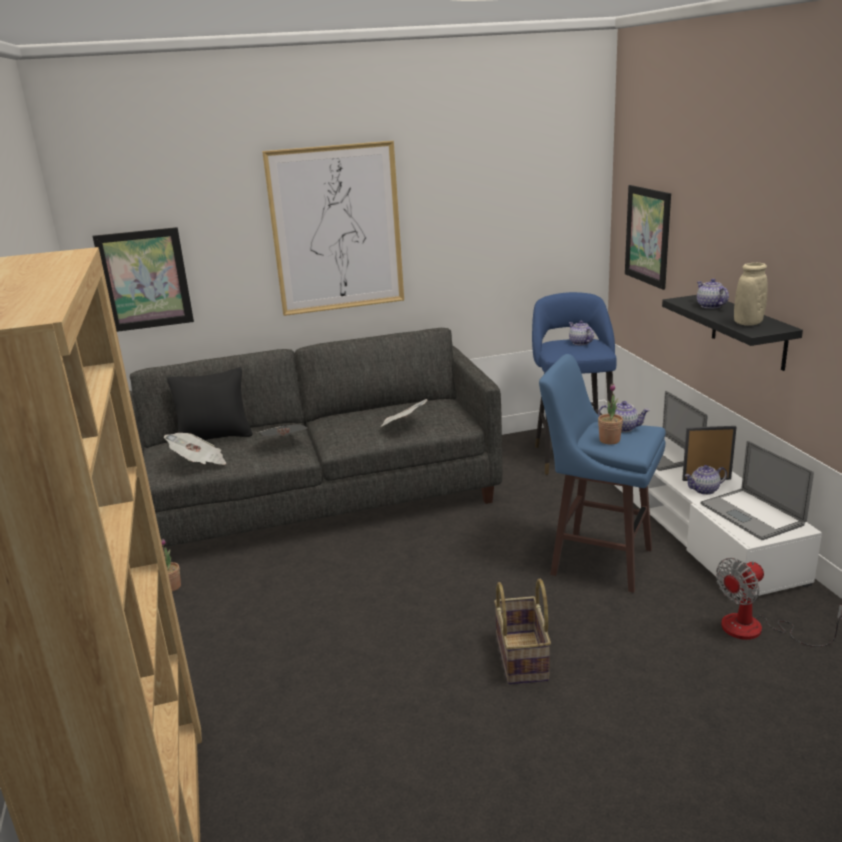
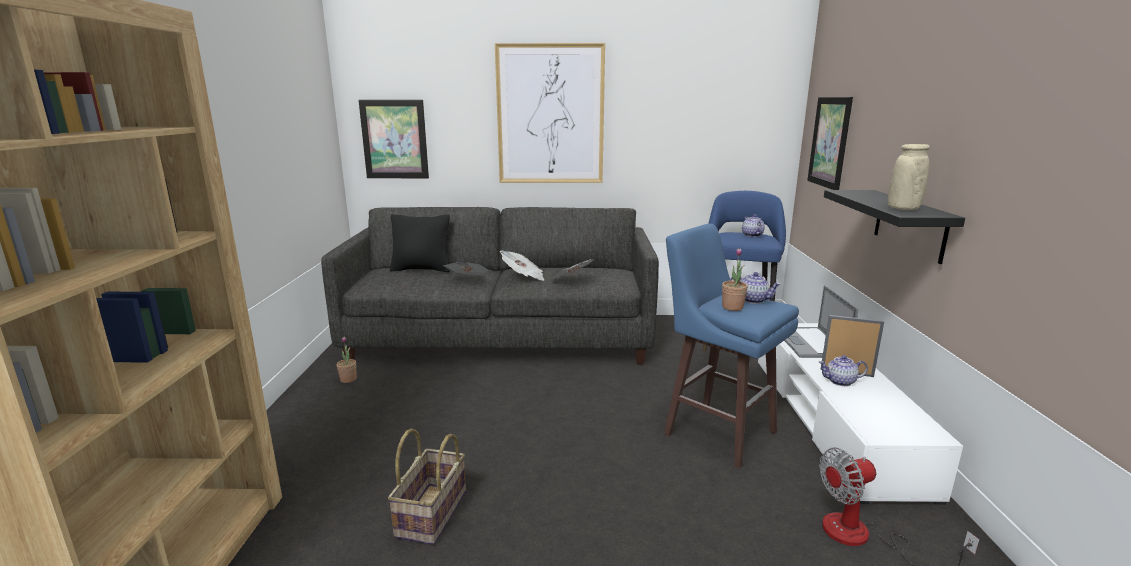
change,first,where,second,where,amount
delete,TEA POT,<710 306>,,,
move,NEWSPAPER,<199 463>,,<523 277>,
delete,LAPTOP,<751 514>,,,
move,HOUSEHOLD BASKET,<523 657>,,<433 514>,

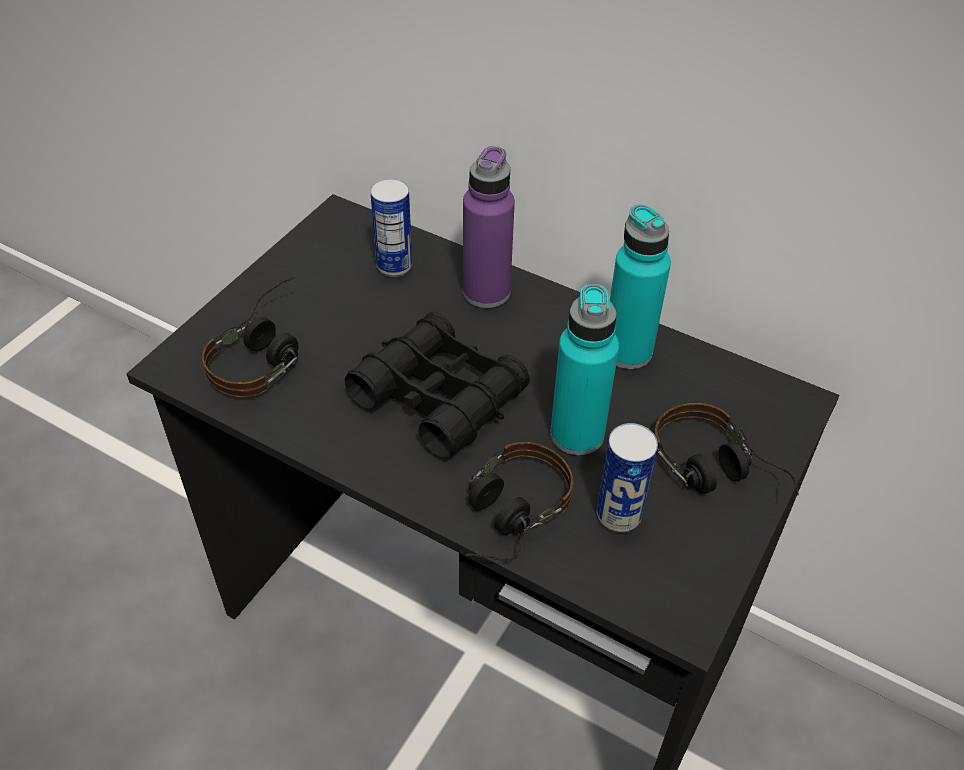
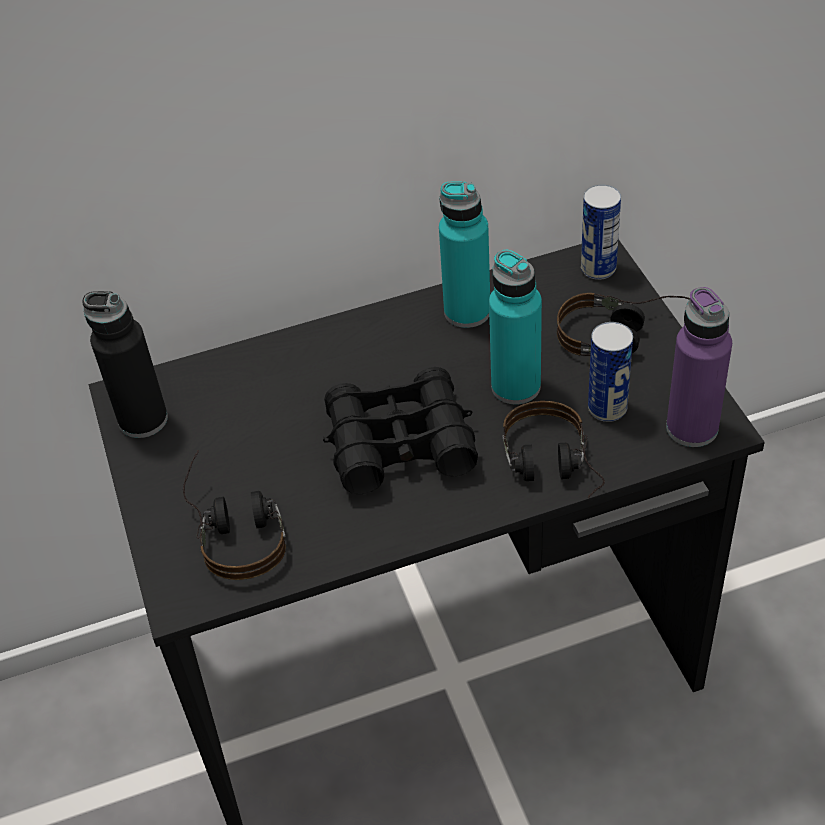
change,first,where,second,where,amount
move,PURPLISH DRINK BOTTLE,<486 292>,,<692 428>,
move,SEALED CAN,<394 266>,,<598 269>,
insert,,,BLACKISH DRINK BOTTLE,<143 420>,

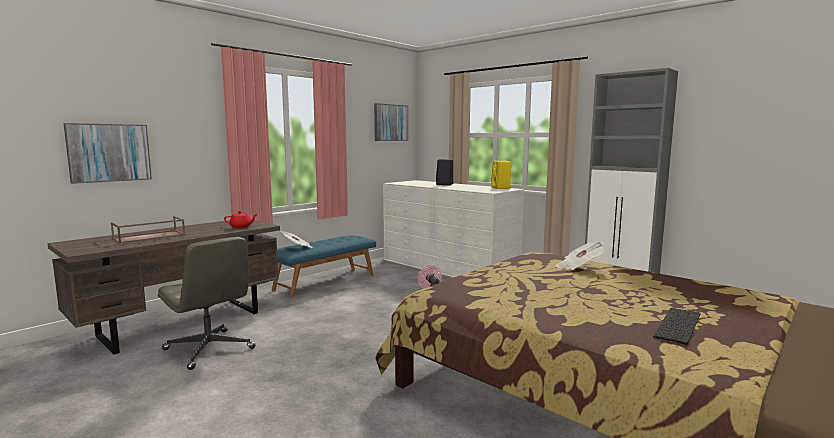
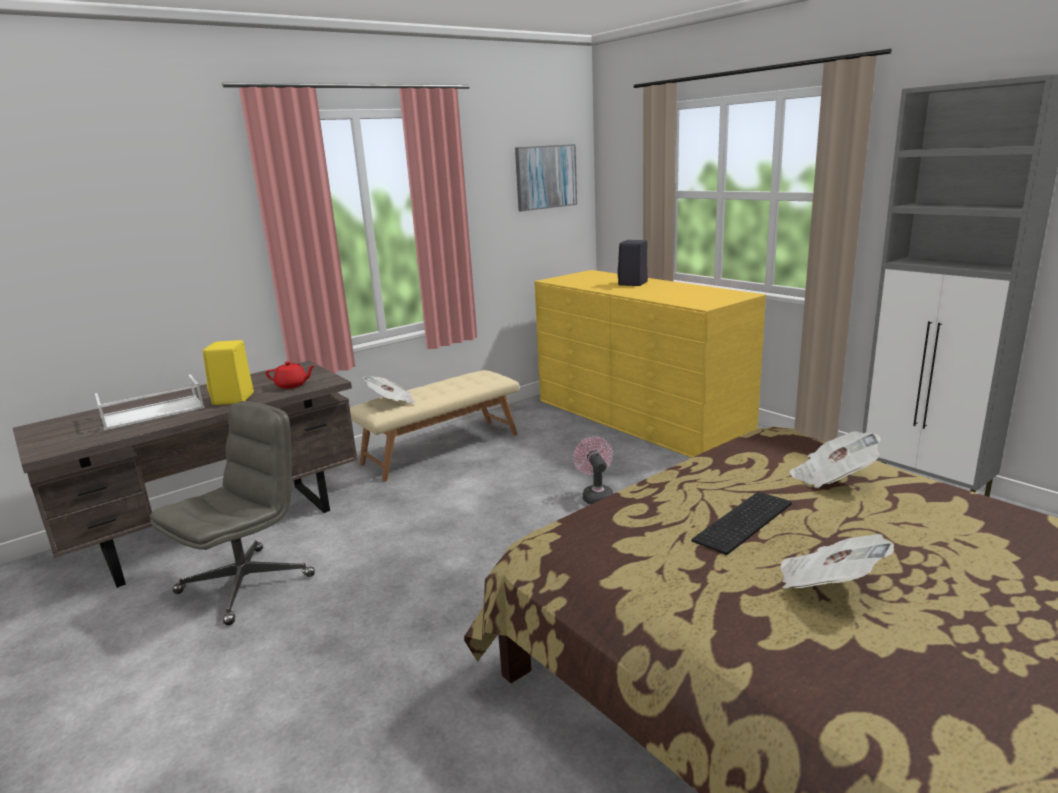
change,first,where,second,where,amount
delete,PICTURE,<109 152>,,,
move,YELLOW-COLOURED AUDIO SPEAKER,<501 188>,,<233 399>,
recolor,WHITE-COLOURED DRAWER CHEST,<448 267>,YELLOW-COLOURED DRAWER CHEST,<639 417>,
recolor,BROWN-COLOURED CARRYING TRAY,<148 237>,WHITE-COLOURED CARRYING TRAY,<152 413>,
recolor,BLUE-COLOURED INDOOR BENCH,<325 282>,BEIGE INDOOR BENCH,<441 448>,
rotate,GREY OFFICE CHAIR,<210 349>,,<247 583>,105 degrees counterclockwise
move,KEYBOARD,<680 326>,,<745 523>,
insert,,,NEWSPAPER,<828 584>,

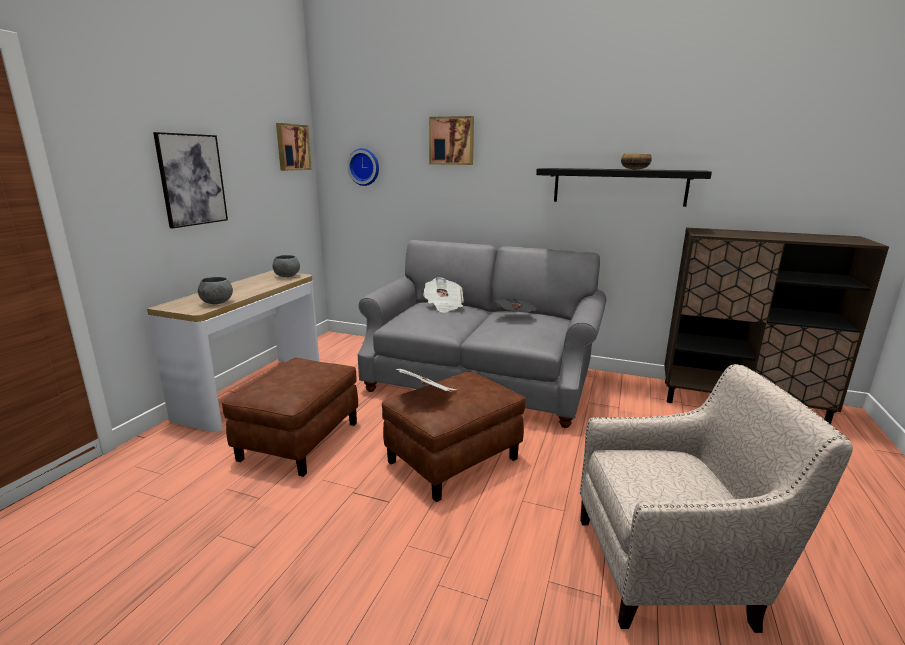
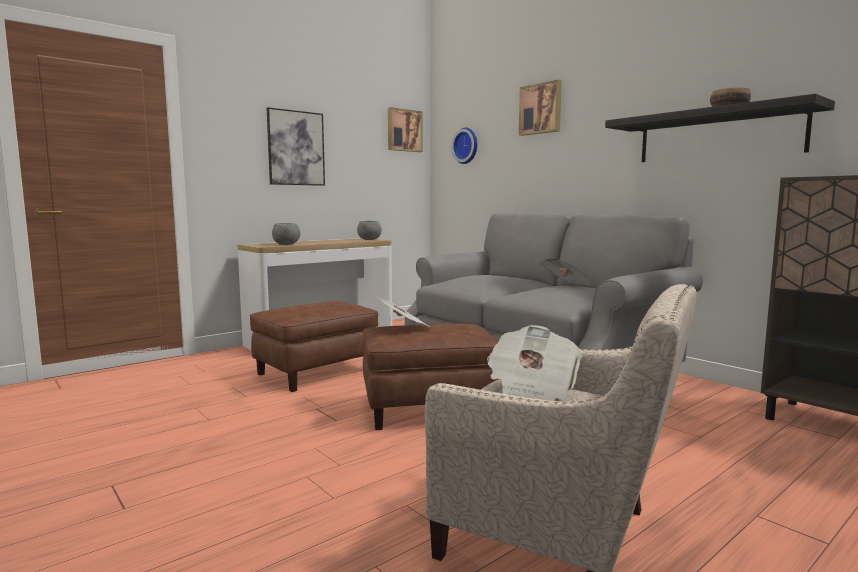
change,first,where,second,where,amount
move,NEWSPAPER,<443 306>,,<531 390>,

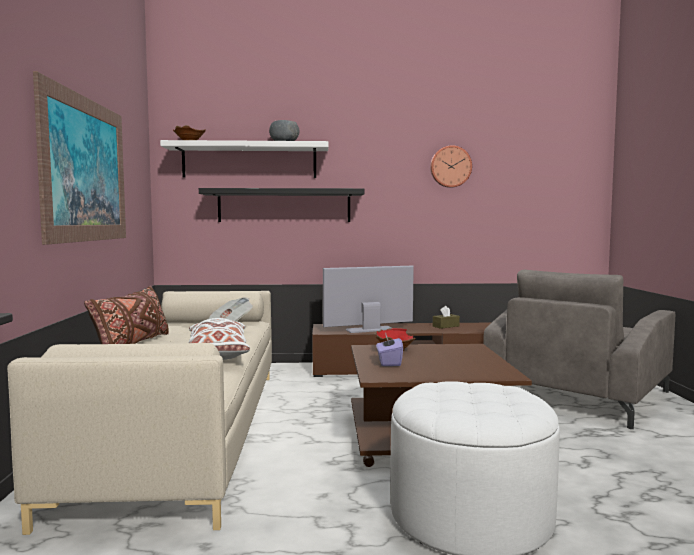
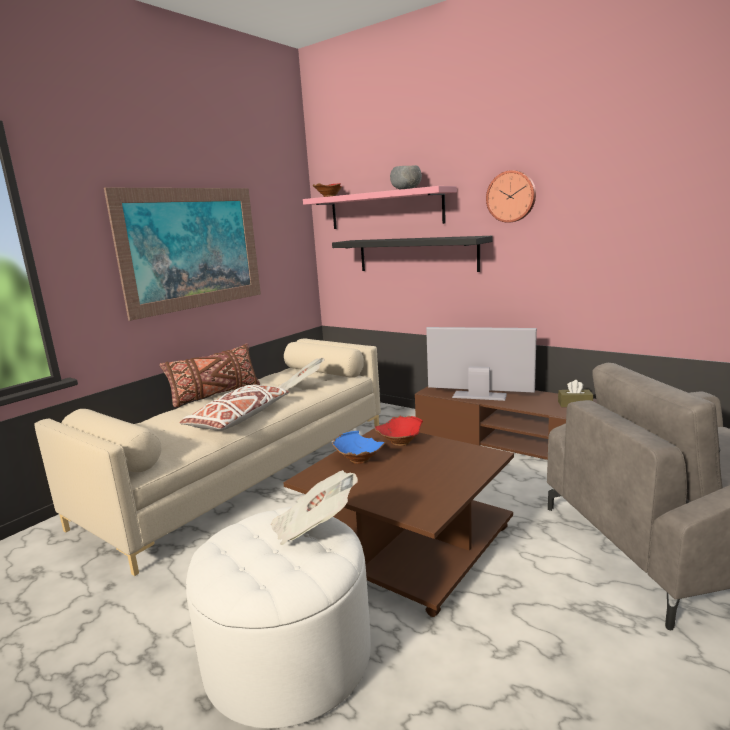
change,first,where,second,where,amount
recolor,WHITE-COLOURED WALL SHELF,<249 161>,PINKISH WALL SHELF,<385 209>,
move,CLOCK ON THE WALL,<450 166>,,<511 196>,
replace,PURPLISH TISSUE BOX,<389 362>,BLUE-COLOURED BOWL,<358 460>,
insert,,,NEWSPAPER,<314 527>,

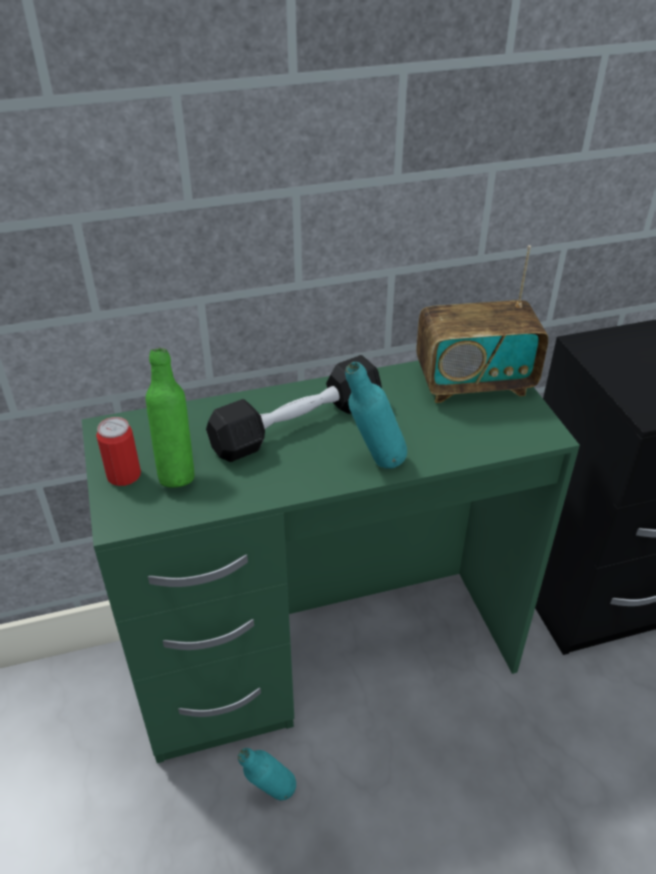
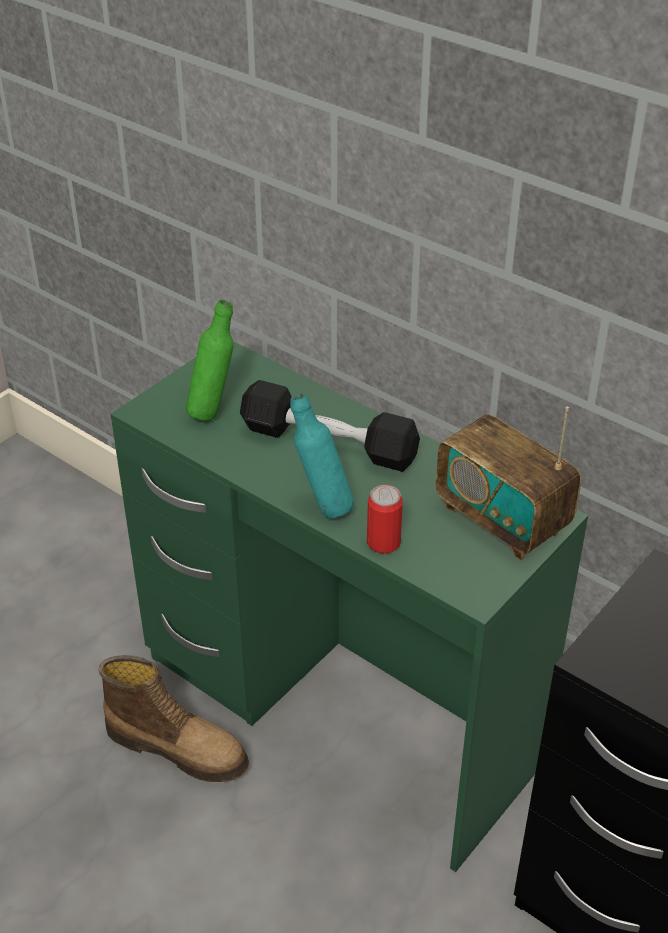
change,first,where,second,where,amount
move,SEALED CAN,<124 475>,,<383 542>,
replace,TURQUOISE DRINK BOTTLE,<270 796>,TALL BOOT,<178 747>,

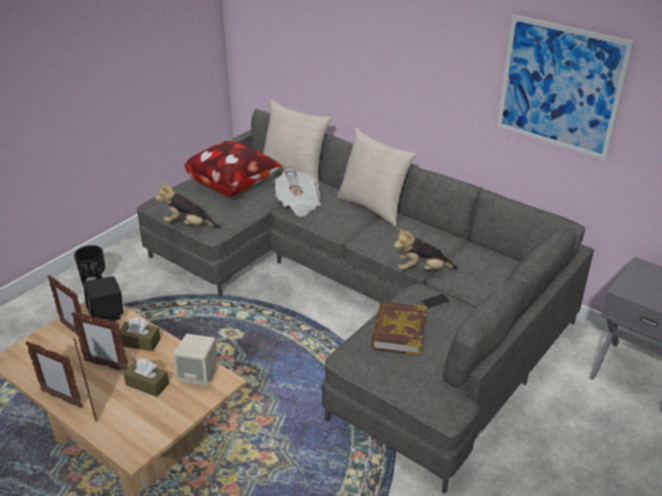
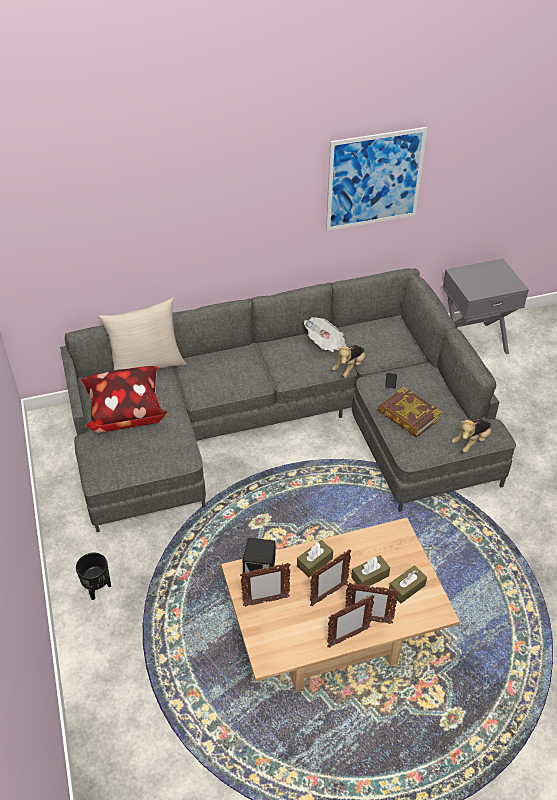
change,first,where,second,where,amount
delete,BEIGE PILLOW,<373 207>,,,
move,NEWSPAPER,<298 204>,,<326 344>,
move,PLUSH TOY,<189 225>,,<471 442>,
delete,BEIGE AUDIO SPEAKER,<198 375>,,,
insert,,,BROWN-COLOURED TISSUE BOX,<406 588>,

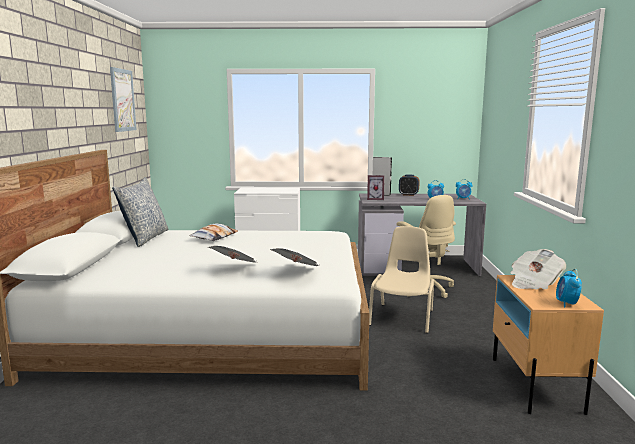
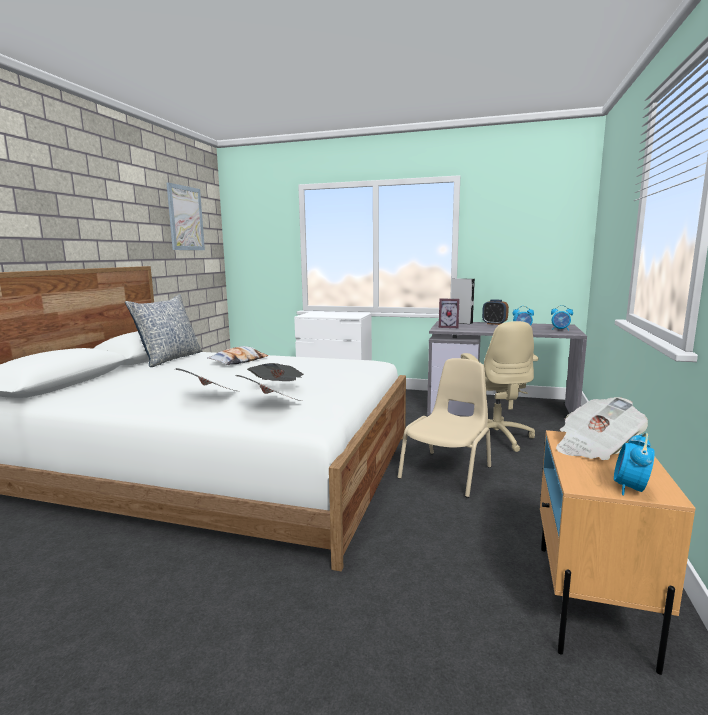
change,first,where,second,where,amount
insert,,,NEWSPAPER,<278 388>,

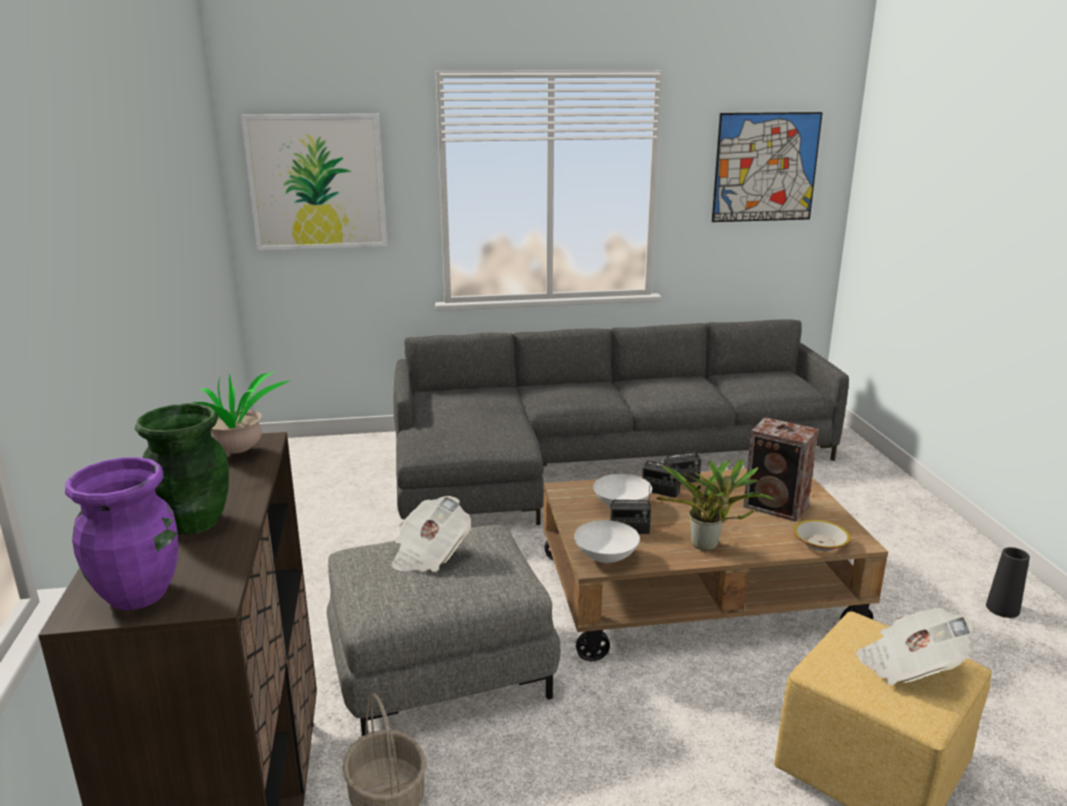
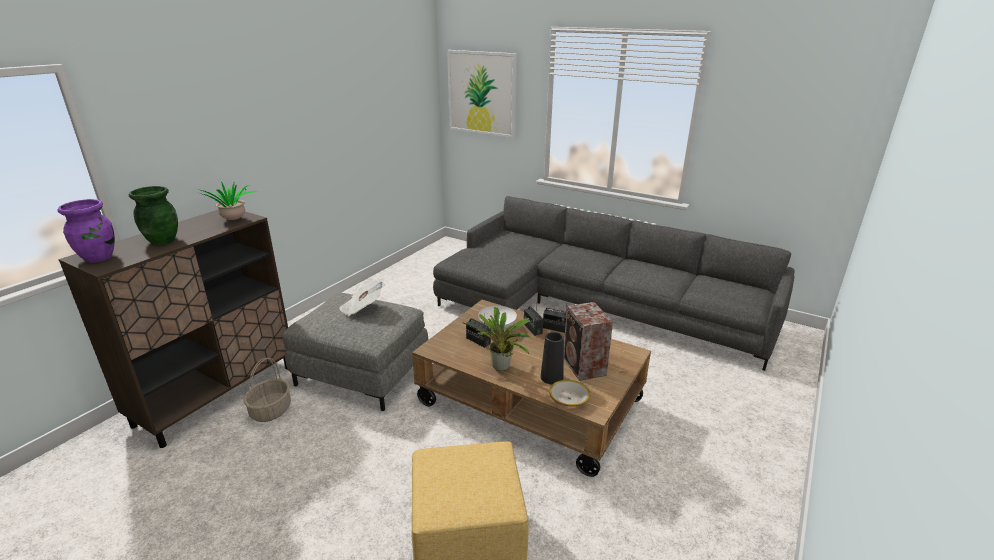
change,first,where,second,where,amount
delete,PICTURE,<765 167>,,,
delete,WHITE-COLOURED BOWL,<605 557>,,,
move,BLACKISH FLOWER VASE,<1002 608>,,<551 377>,
delete,NEWSPAPER,<909 666>,,,

